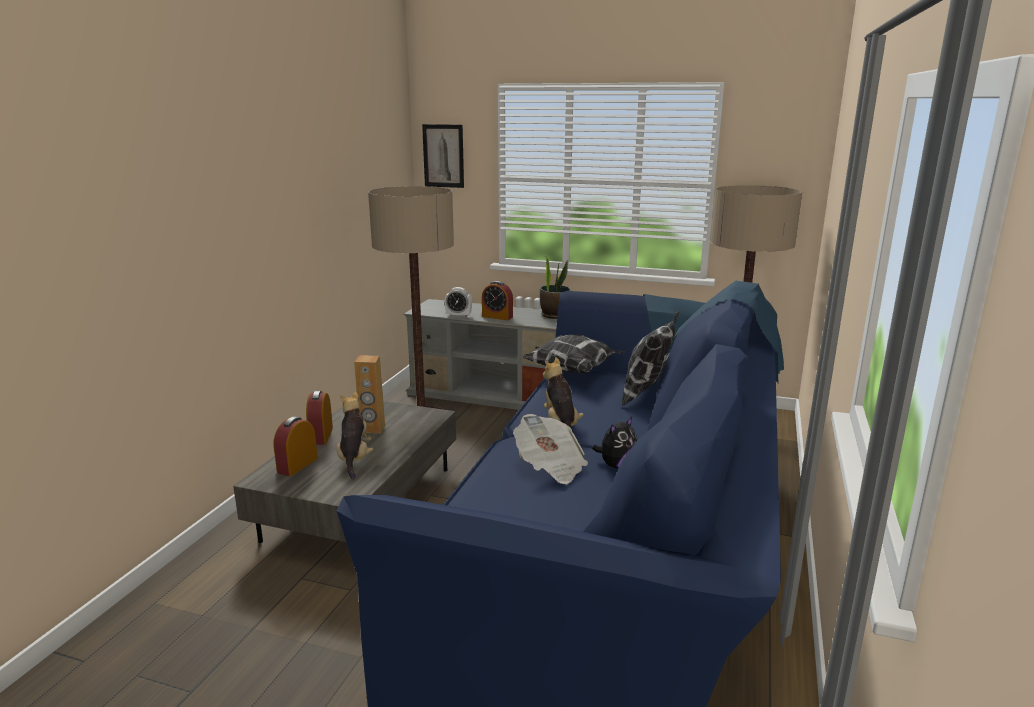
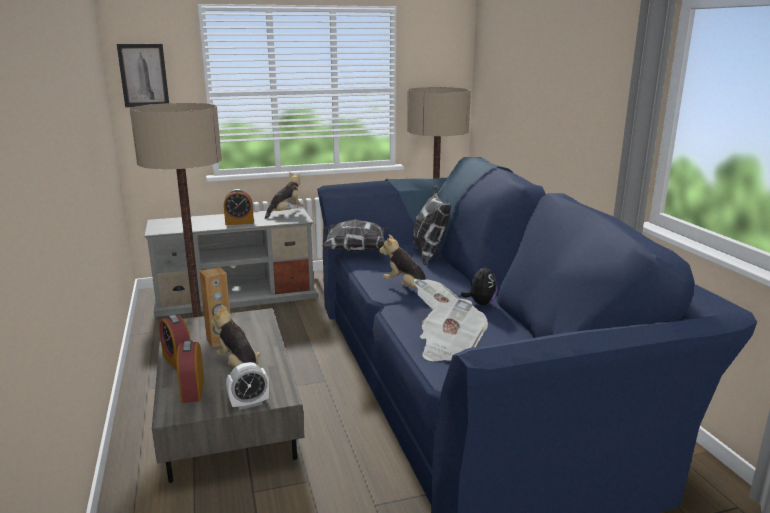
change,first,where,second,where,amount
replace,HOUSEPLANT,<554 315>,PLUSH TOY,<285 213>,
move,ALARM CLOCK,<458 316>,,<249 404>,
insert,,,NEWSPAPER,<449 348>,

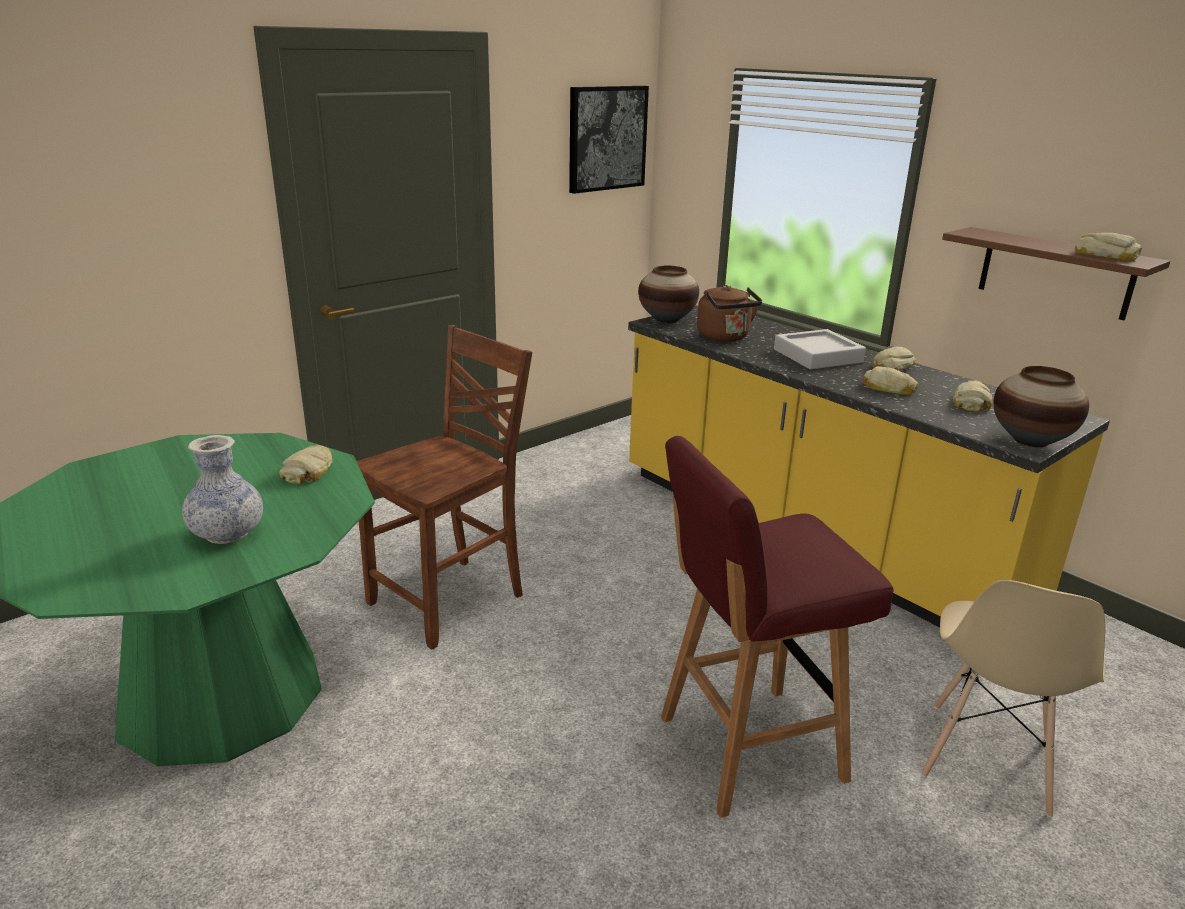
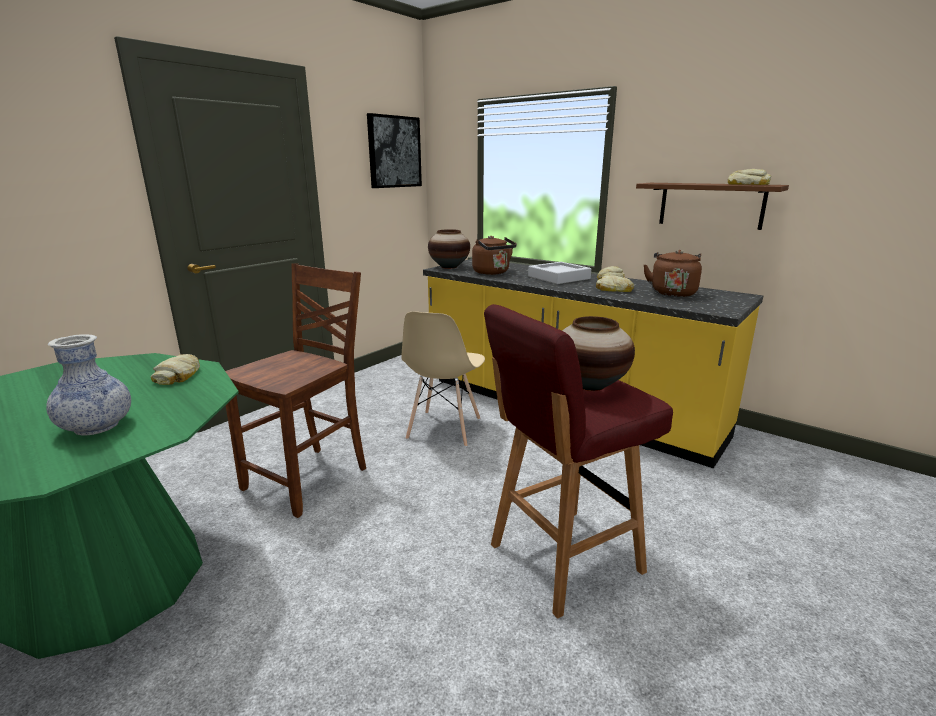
change,first,where,second,where,amount
move,FLOWER VASE,<1030 441>,,<590 385>,
replace,BAKERY BREAD,<972 402>,BROWN-COLOURED TEA KETTLE,<672 293>,
move,BEIGE CHAIR,<987 758>,,<444 429>,

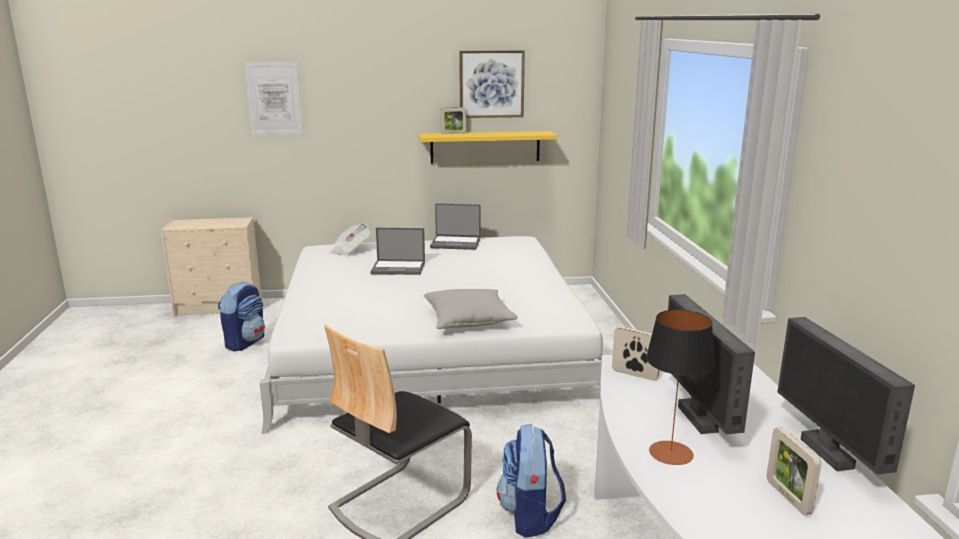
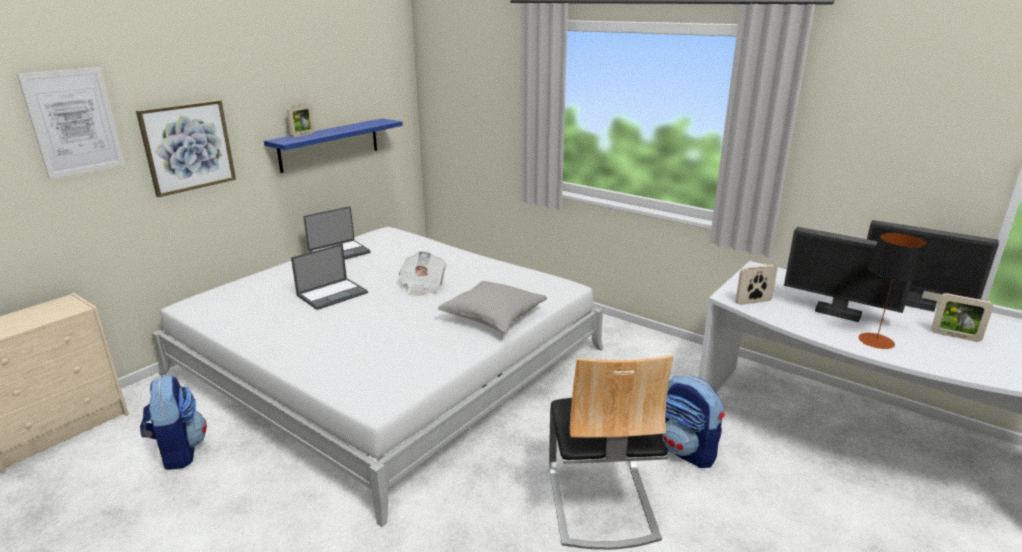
change,first,where,second,where,amount
move,PICTURE,<491 84>,,<188 147>,
recolor,YELLOW-COLOURED WALL SHELF,<485 147>,BLUE-COLOURED WALL SHELF,<329 144>,
move,NEWSPAPER,<350 250>,,<423 286>,

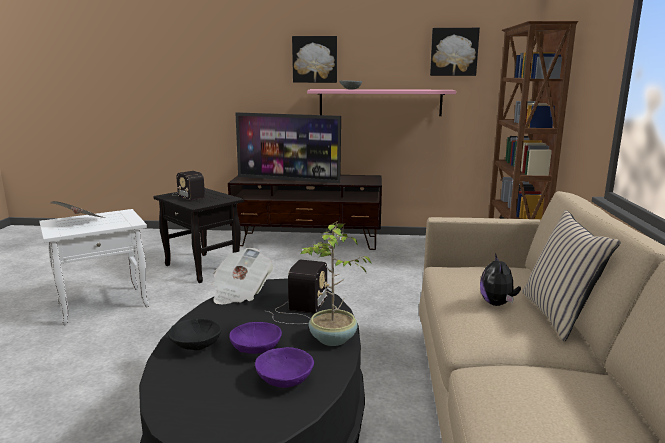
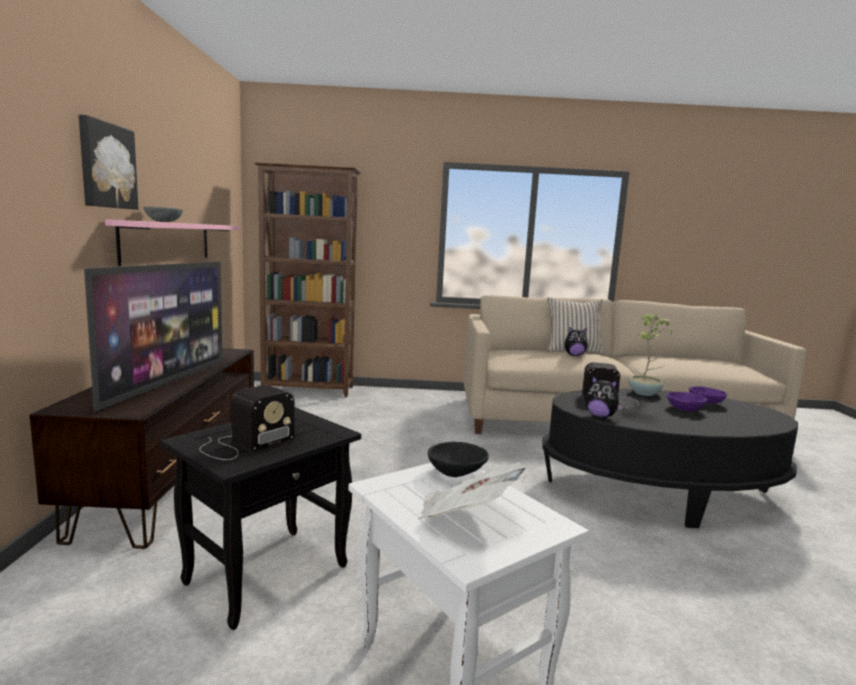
change,first,where,second,where,amount
delete,PICTURE,<454 52>,,,
replace,NEWSPAPER,<240 292>,PLUSH TOY,<600 416>,
move,BLACKISH BOWL,<195 346>,,<457 473>,

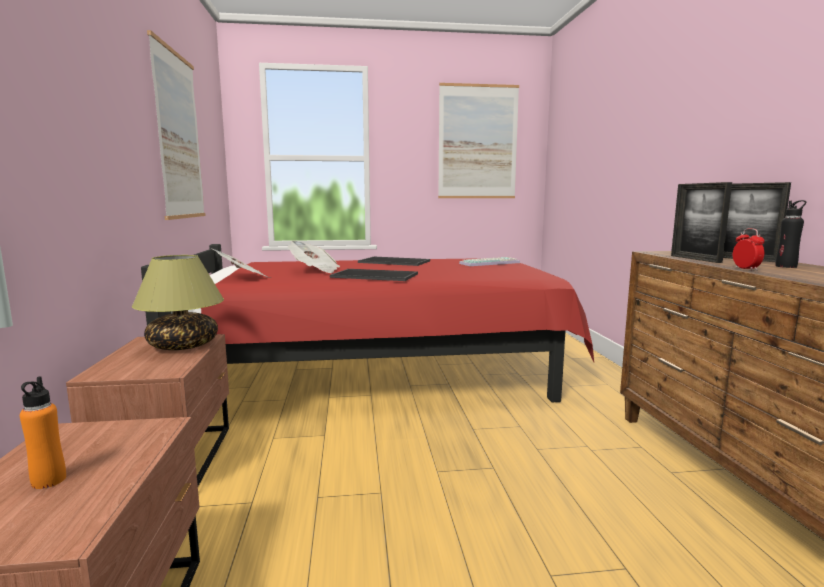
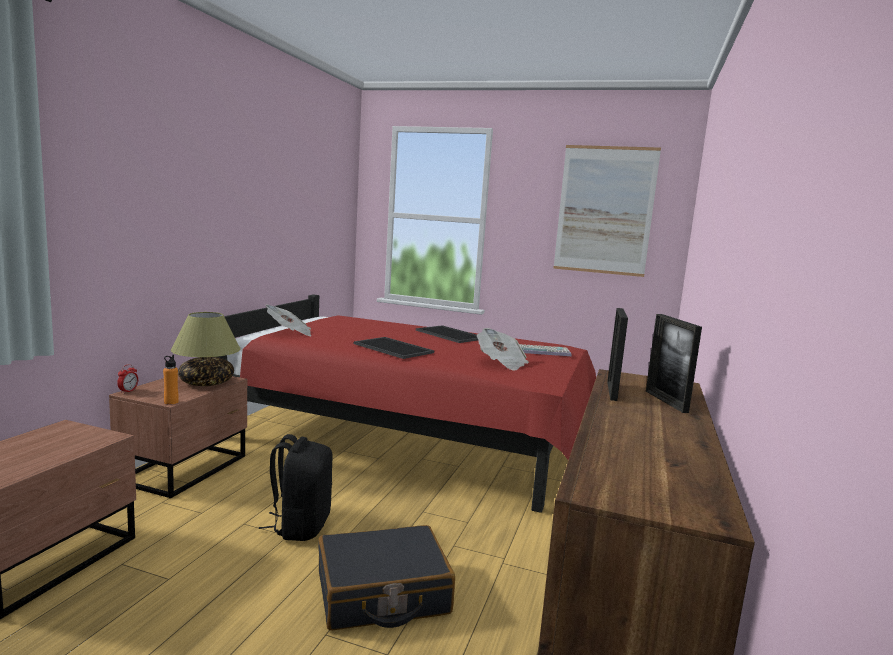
change,first,where,second,where,amount
delete,PICTURE,<178 136>,,,
delete,BLACKISH DRINK BOTTLE,<786 266>,,,
move,ALARM CLOCK,<745 269>,,<128 391>,
move,NEWSPAPER,<315 270>,,<501 363>,
move,ORANGE-COLOURED DRINK BOTTLE,<48 480>,,<171 402>,
insert,,,BLACKISH BACKPACK,<300 526>,
insert,,,BLACKISH PIECE OF LUGGAGE,<382 594>,

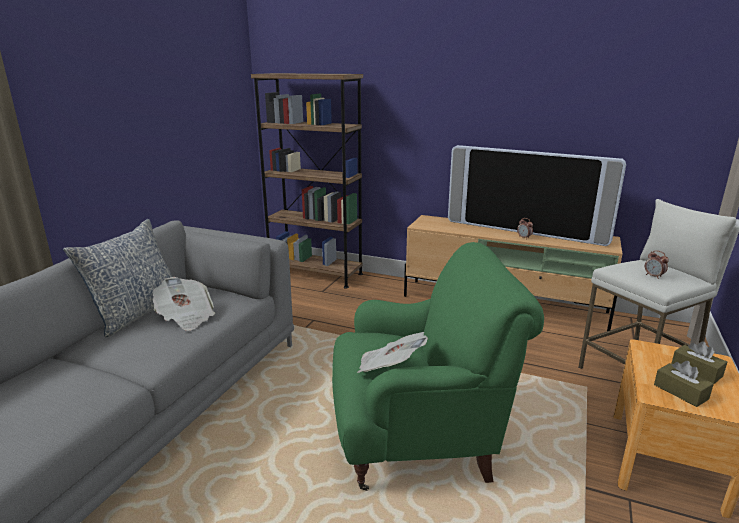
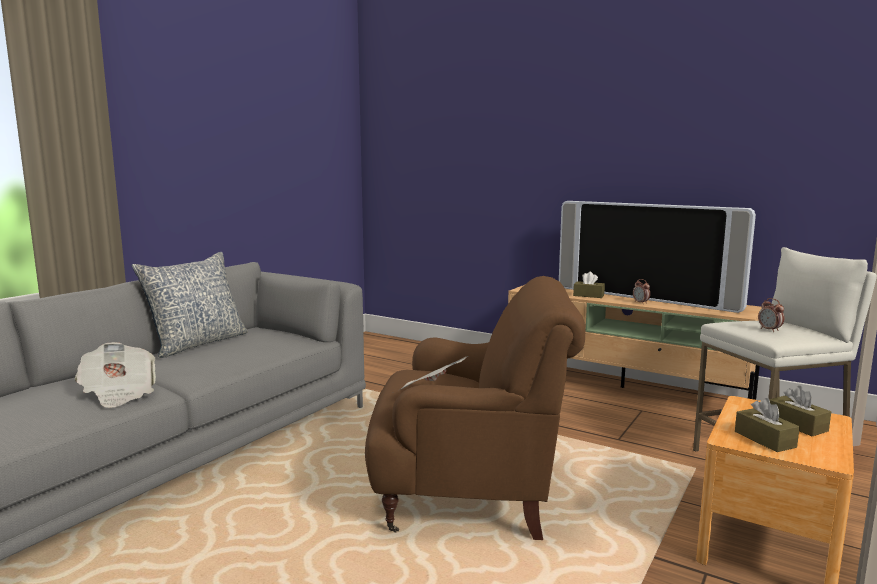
change,first,where,second,where,amount
delete,BROWN-COLOURED BOOKCASE,<315 274>,,,
recolor,GREEN-COLOURED ARMCHAIR,<418 438>,BROWN-COLOURED ARMCHAIR,<471 496>,
move,NEWSPAPER,<186 317>,,<119 393>,
insert,,,BROWN-COLOURED TISSUE BOX,<588 295>,

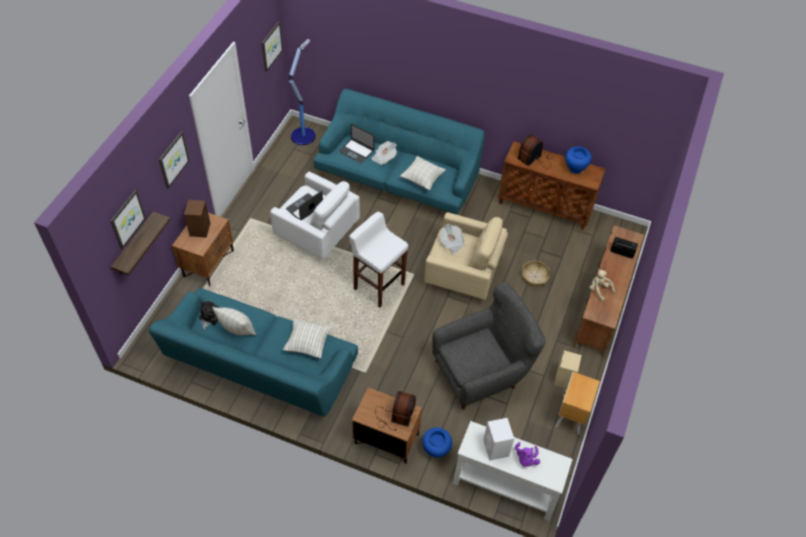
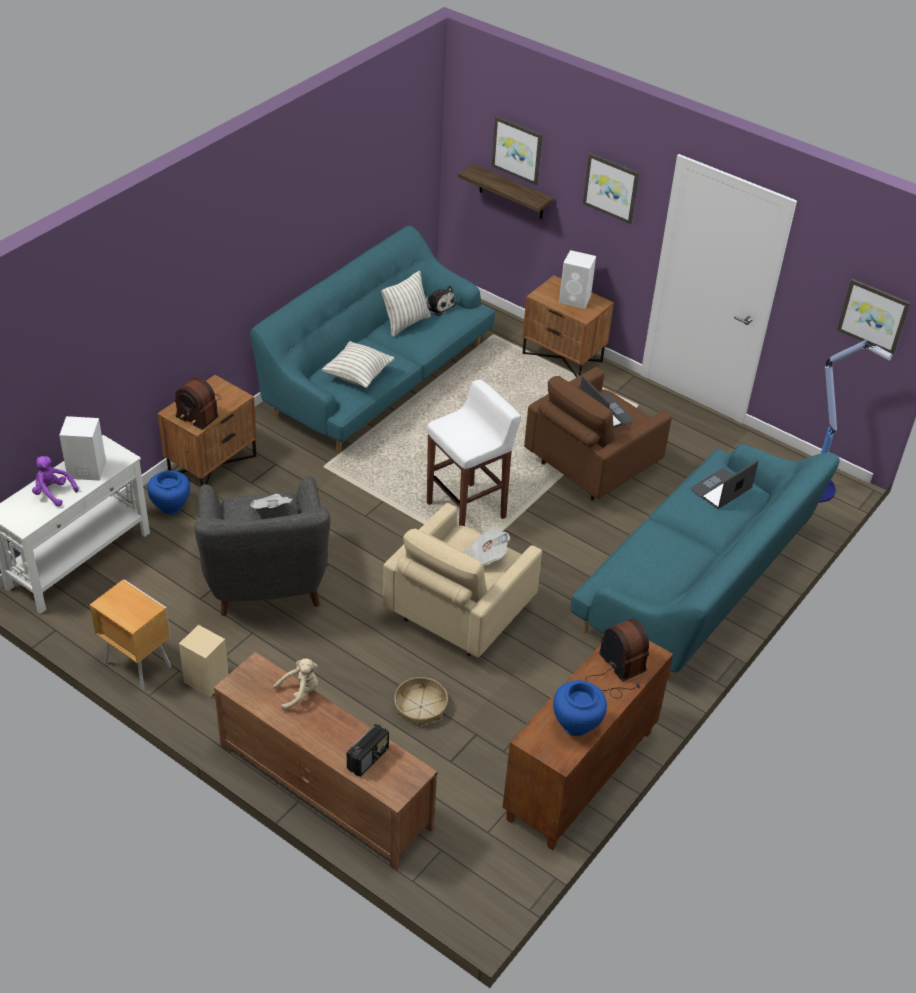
change,first,where,second,where,amount
move,NEWSPAPER,<384 157>,,<271 509>,
delete,PILLOW,<422 179>,,,
recolor,WHITE-COLOURED ARMCHAIR,<317 233>,BROWN-COLOURED ARMCHAIR,<590 466>,
recolor,BROWN-COLOURED AUDIO SPEAKER,<200 229>,WHITE-COLOURED AUDIO SPEAKER,<575 299>,

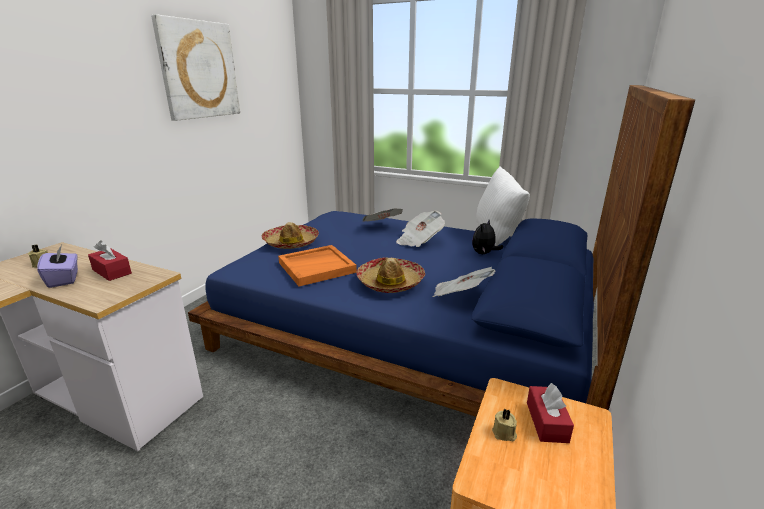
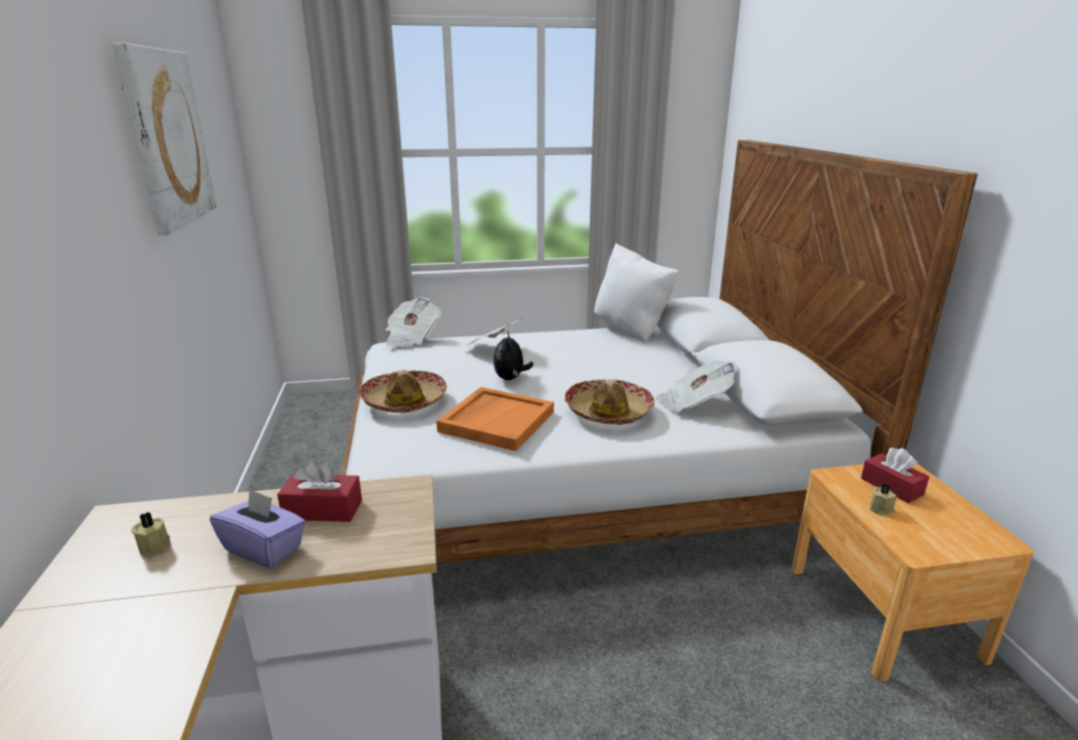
change,first,where,second,where,amount
recolor,BLUE-COLOURED BEDROOM BED,<409 329>,WHITE-COLOURED BEDROOM BED,<580 472>,
move,NEWSPAPER,<419 241>,,<411 337>,
move,PLUSH TOY,<484 253>,,<511 378>,

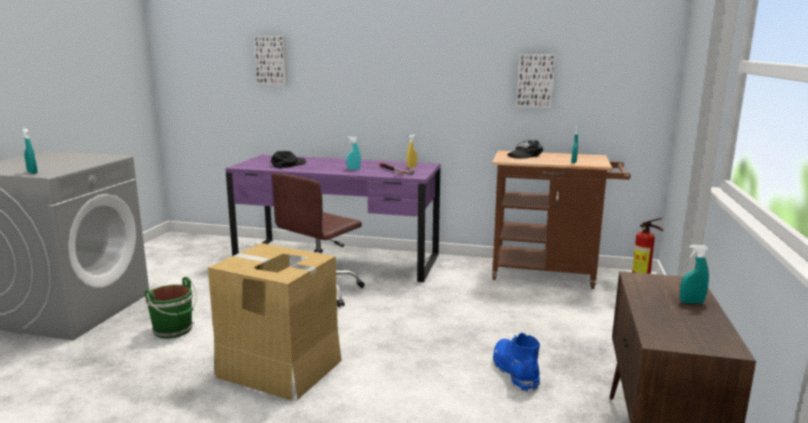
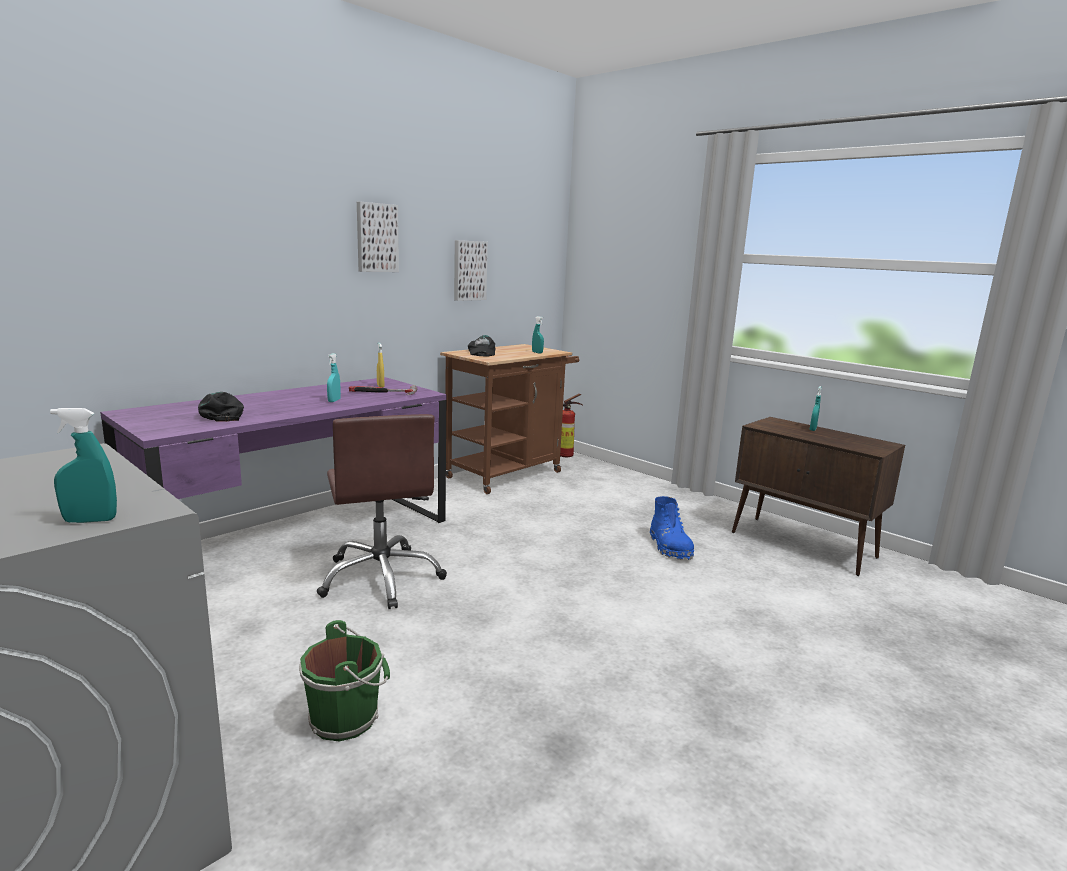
change,first,where,second,where,amount
move,PICTURE,<271 60>,,<376 237>,
delete,CARDBOARD BOX,<279 368>,,,
rotate,BLUE-COLOURED TALL BOOT,<515 372>,,<670 547>,120 degrees counterclockwise

